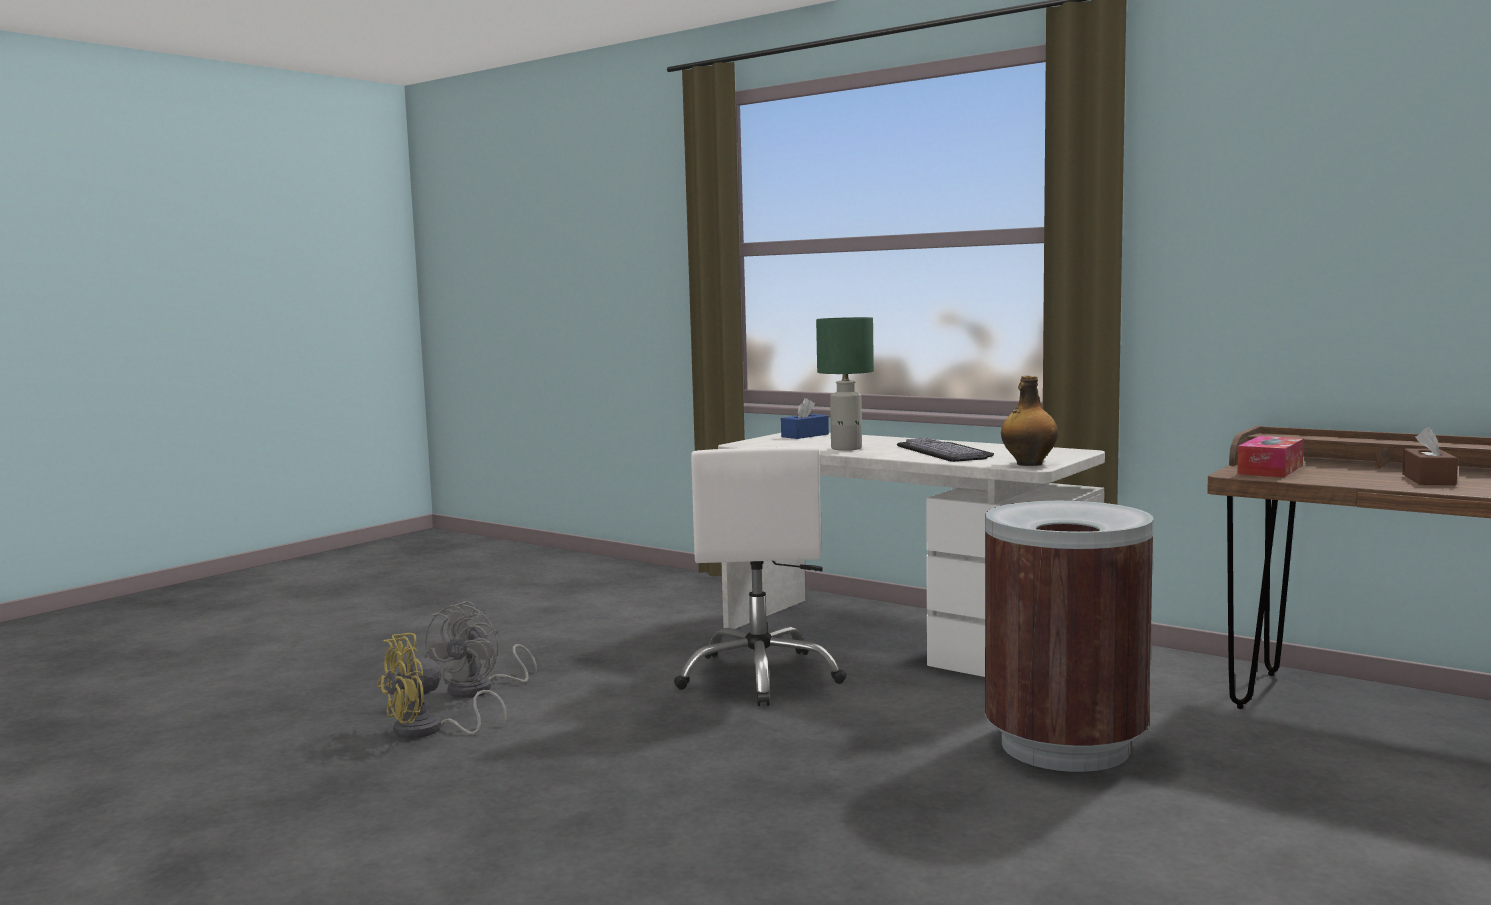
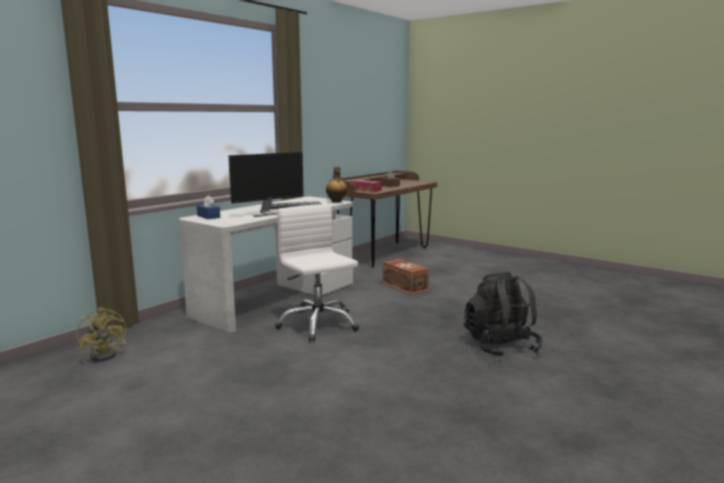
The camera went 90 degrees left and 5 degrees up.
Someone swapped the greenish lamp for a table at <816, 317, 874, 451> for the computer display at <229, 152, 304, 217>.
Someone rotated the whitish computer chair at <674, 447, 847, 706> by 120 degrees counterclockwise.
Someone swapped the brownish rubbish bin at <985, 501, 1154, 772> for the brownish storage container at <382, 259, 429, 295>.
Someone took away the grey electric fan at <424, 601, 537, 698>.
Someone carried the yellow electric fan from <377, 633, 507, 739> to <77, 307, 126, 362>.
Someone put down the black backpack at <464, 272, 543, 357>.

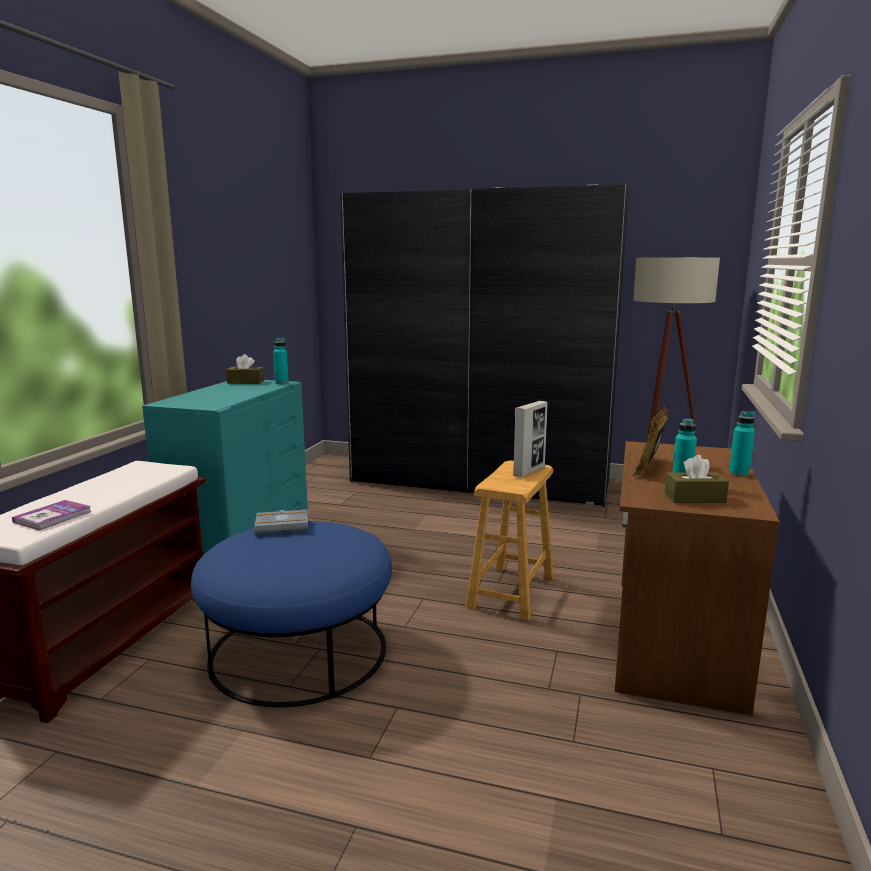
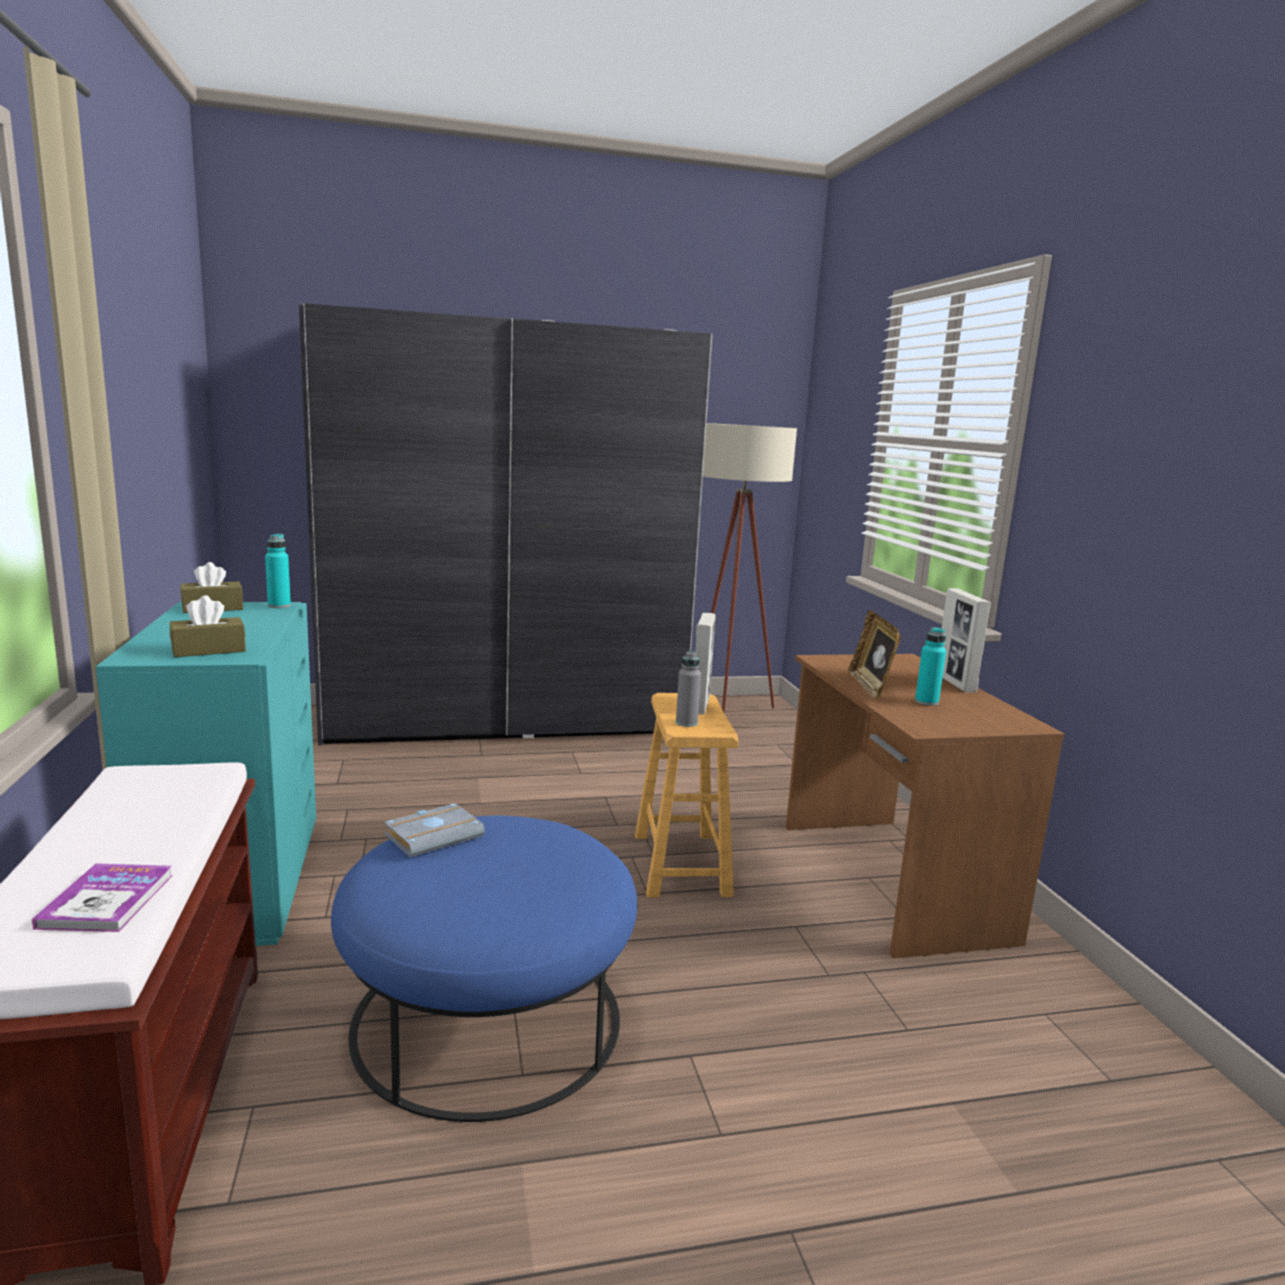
The camera went 30 degrees left and 0 degrees up.
Someone swapped the turquoise-coloured beverage bottle at <729, 411, 755, 477> for the picture frame at <942, 588, 991, 693>.
Someone carried the brownish box of tissues from <665, 455, 729, 503> to <170, 595, 246, 657>.
Someone put down the grey beverage bottle at <676, 651, 701, 727>.

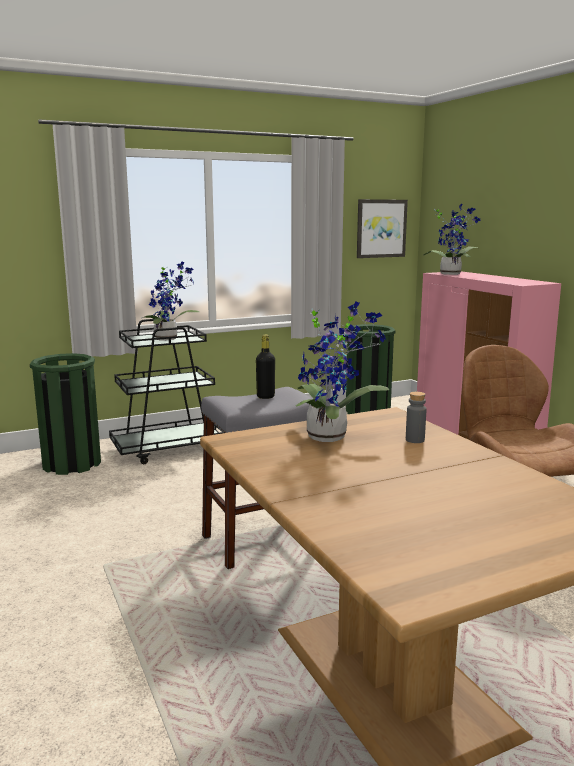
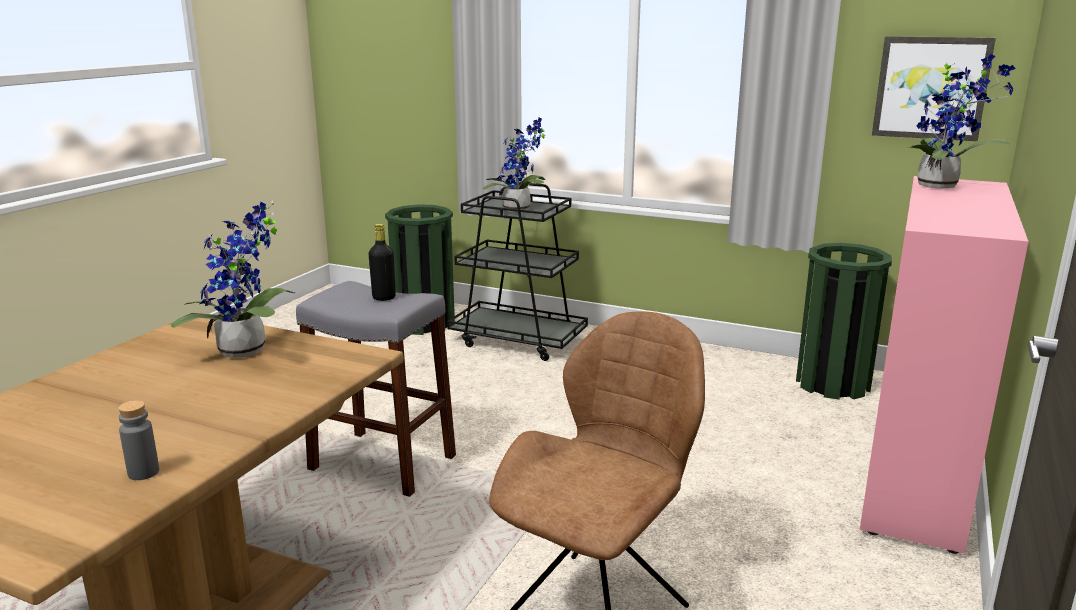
The camera went 50 degrees right and 5 degrees up.
Someone carried the grey beverage bottle from <406, 392, 426, 443> to <118, 400, 159, 480>.

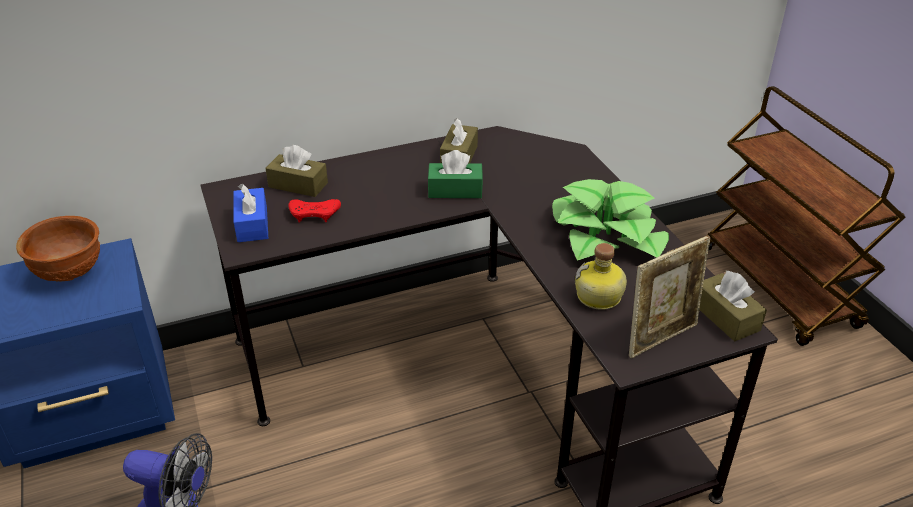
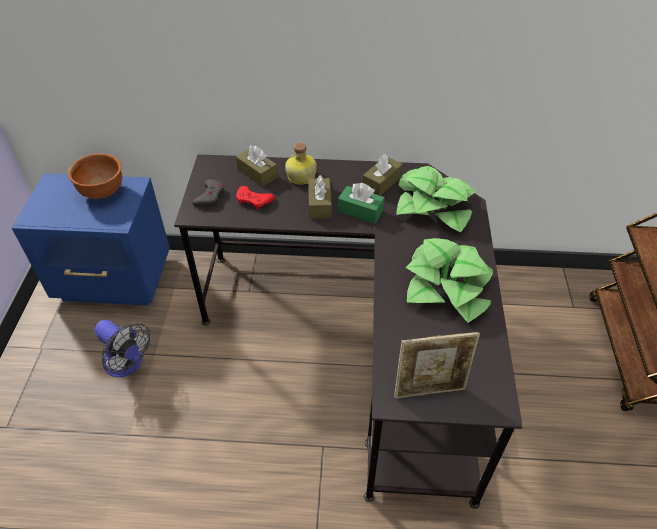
The camera went 25 degrees right and 10 degrees up.
Someone swapped the blue-coloured box of tissues at <234, 184, 268, 242> for the grey gamepad at <192, 179, 224, 207>.
Someone carried the beverage bottle from <575, 243, 627, 310> to <285, 143, 317, 185>.
Someone carried the brownish box of tissues from <699, 271, 767, 341> to <308, 175, 332, 219>.
Someone put down the houseplant at <396, 166, 476, 233>.

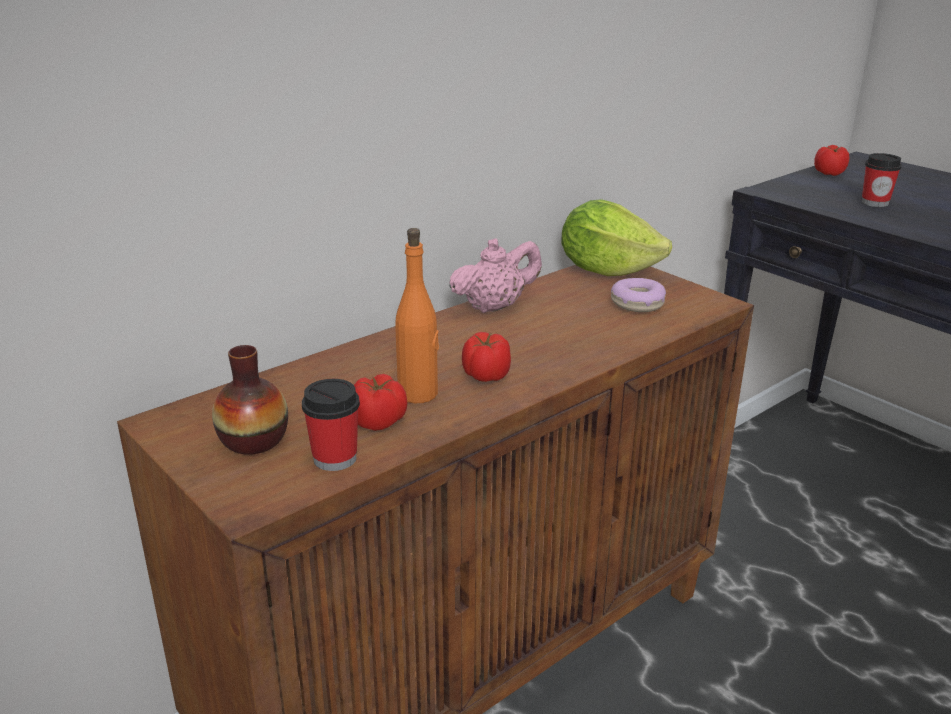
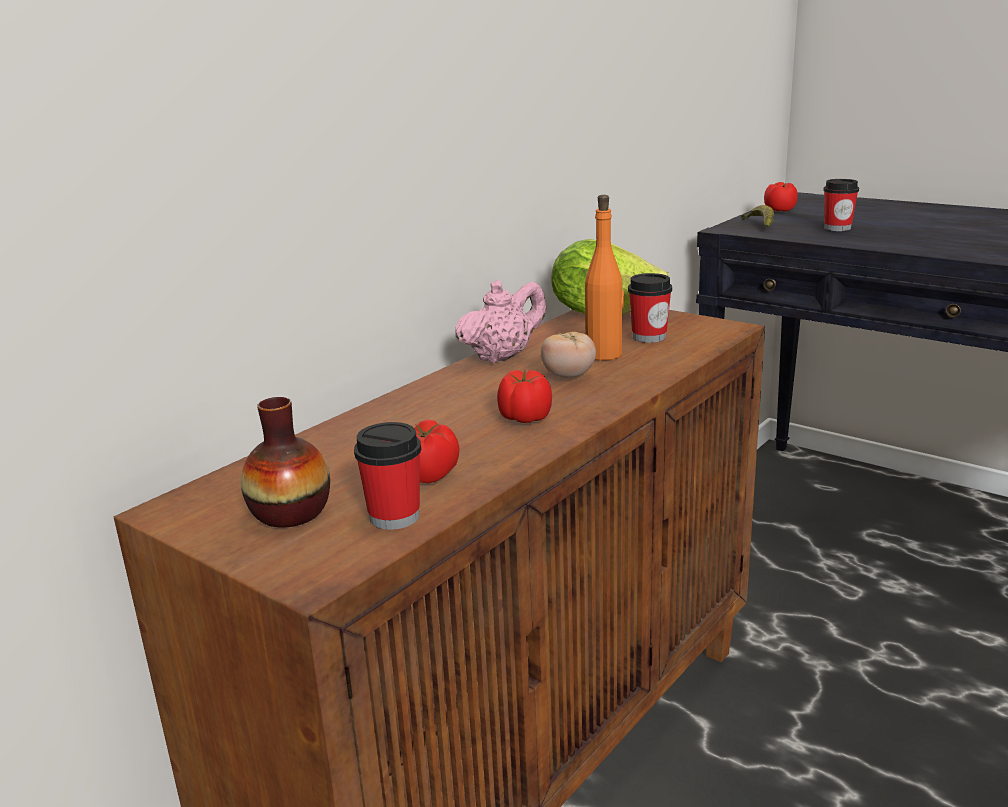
The camera went 10 degrees left and 5 degrees down.
Someone carried the orange-coloured beverage bottle from <395, 228, 439, 403> to <585, 195, 624, 361>.
Someone swapped the ring doughnut at <611, 278, 666, 312> for the drinking cup at <628, 273, 672, 343>.
Someone put down the banana fruit at <741, 205, 774, 228>.
Someone put down the tomato at <541, 332, 596, 378>.

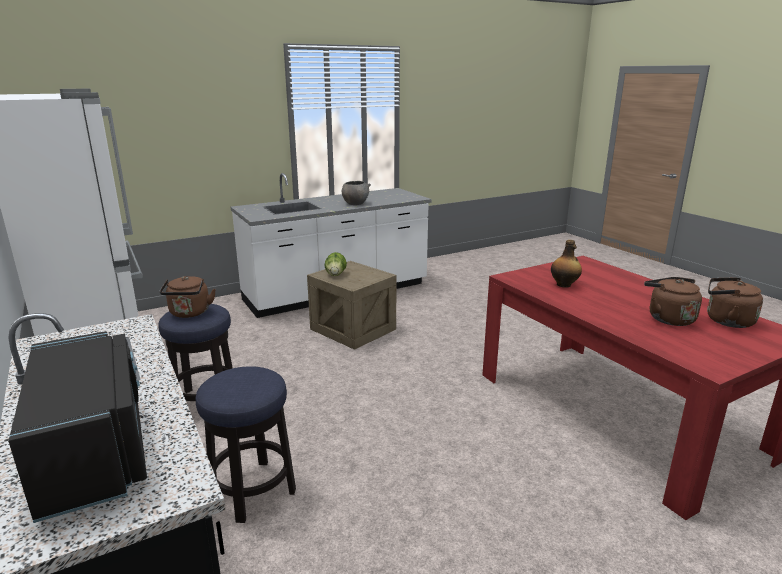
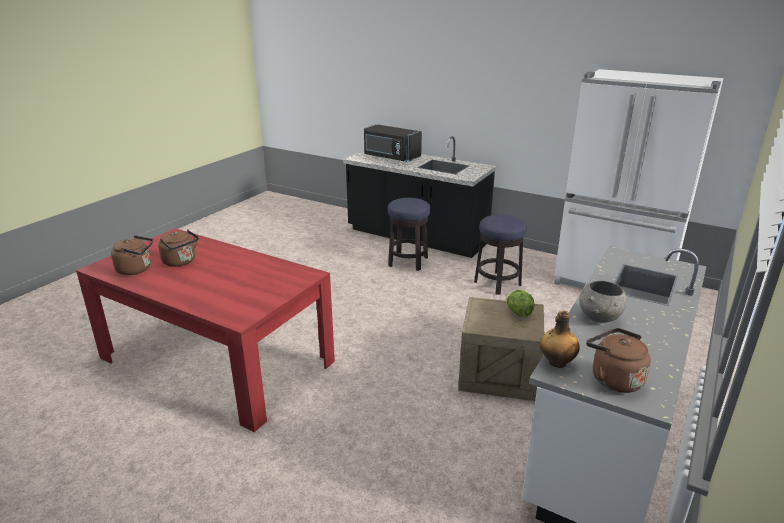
The camera went 150 degrees right and 5 degrees up.
Someone carried the beverage bottle from <551, 240, 582, 288> to <540, 311, 580, 368>.
Someone carried the brownish tea kettle from <160, 276, 216, 318> to <586, 328, 651, 393>.

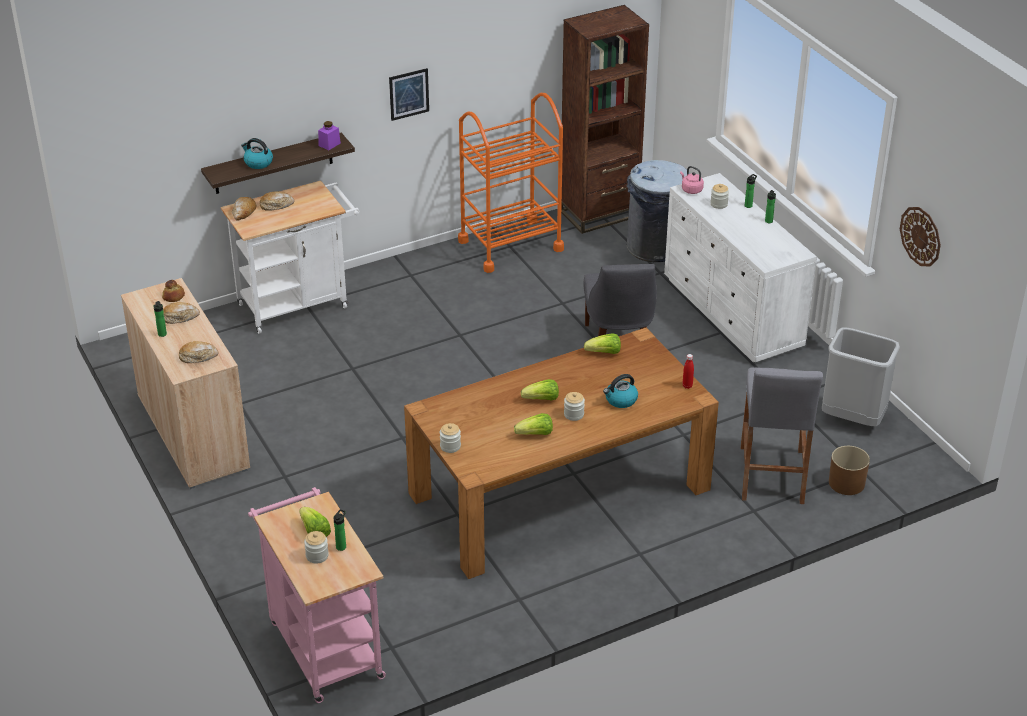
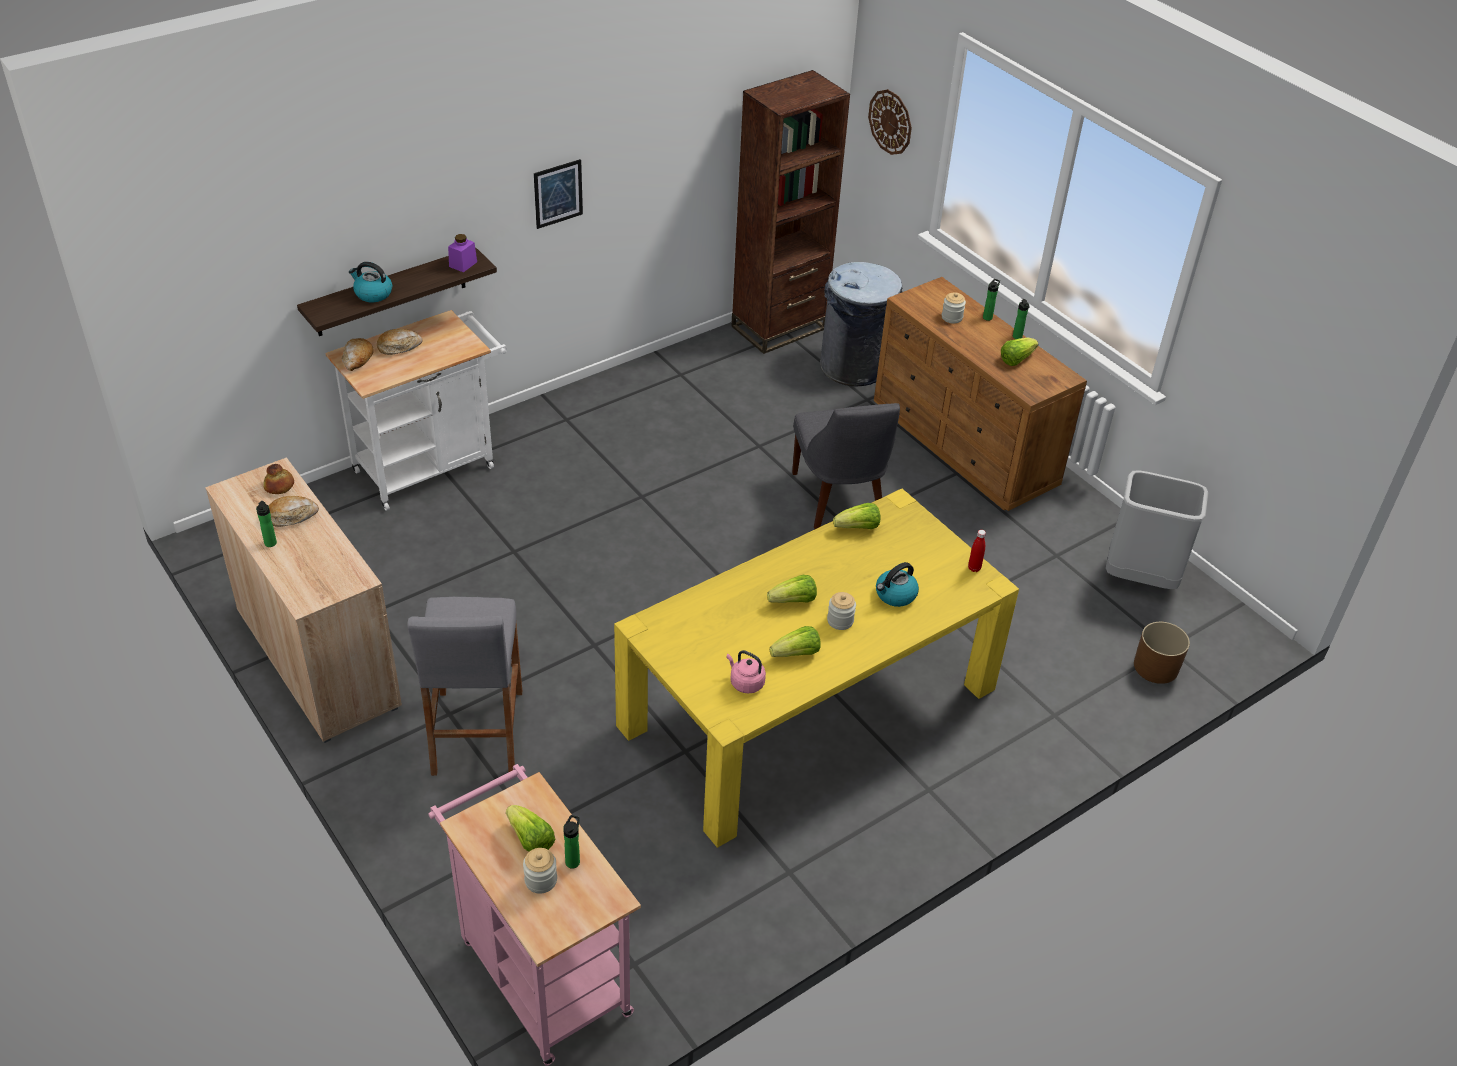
The camera went 10 degrees left and 5 degrees up.
Someone took away the orange-coloured trolley at <458, 93, 564, 273>.
Someone carried the pinkish tea kettle from <680, 166, 704, 194> to <726, 650, 766, 694>.
Someone repainted the whitish dresser at <664, 173, 817, 362>, which became the brownish dresser at <874, 277, 1087, 511>.
Someone carried the clock on the wall from <900, 207, 941, 267> to <868, 89, 912, 155>.
Someone repainted the brownish dining table at <404, 328, 719, 579>, which became the yellow dining table at <614, 489, 1019, 848>.
Someone took away the bread at <179, 341, 219, 363>.
Someone carried the grey stool seat from <741, 368, 823, 504> to <407, 597, 522, 776>.
Someone took away the jar at <440, 423, 461, 453>.
Someone put down the lettuce head at <1001, 338, 1038, 366>.

